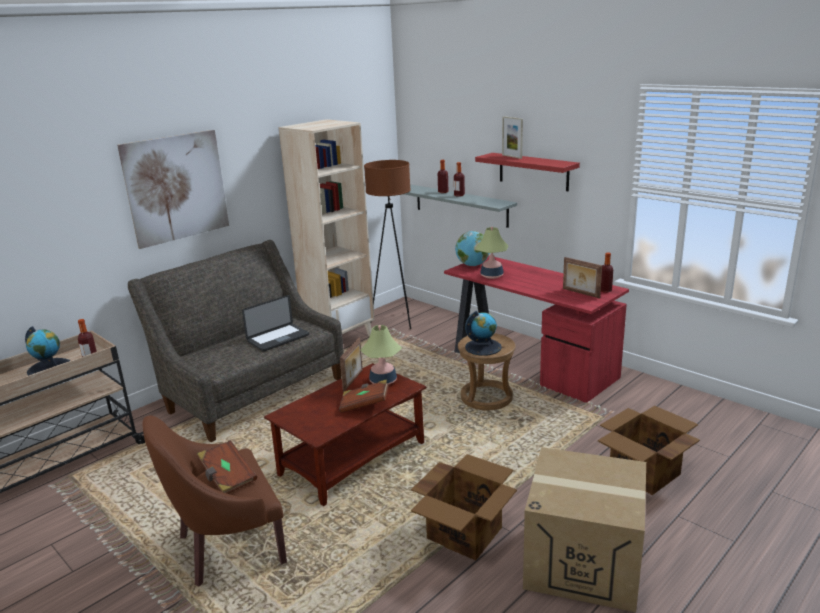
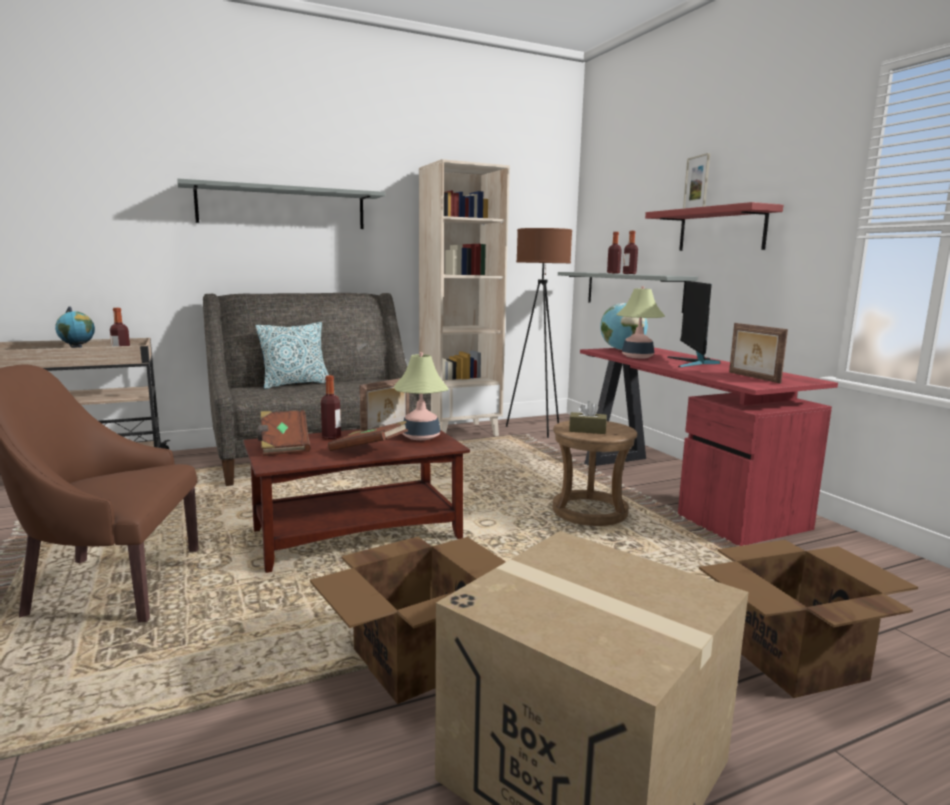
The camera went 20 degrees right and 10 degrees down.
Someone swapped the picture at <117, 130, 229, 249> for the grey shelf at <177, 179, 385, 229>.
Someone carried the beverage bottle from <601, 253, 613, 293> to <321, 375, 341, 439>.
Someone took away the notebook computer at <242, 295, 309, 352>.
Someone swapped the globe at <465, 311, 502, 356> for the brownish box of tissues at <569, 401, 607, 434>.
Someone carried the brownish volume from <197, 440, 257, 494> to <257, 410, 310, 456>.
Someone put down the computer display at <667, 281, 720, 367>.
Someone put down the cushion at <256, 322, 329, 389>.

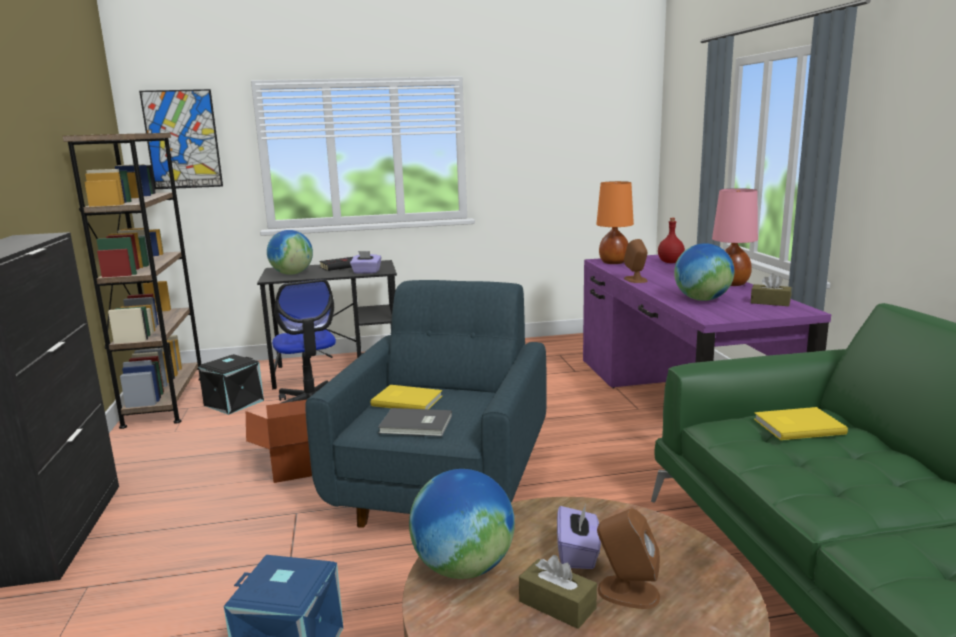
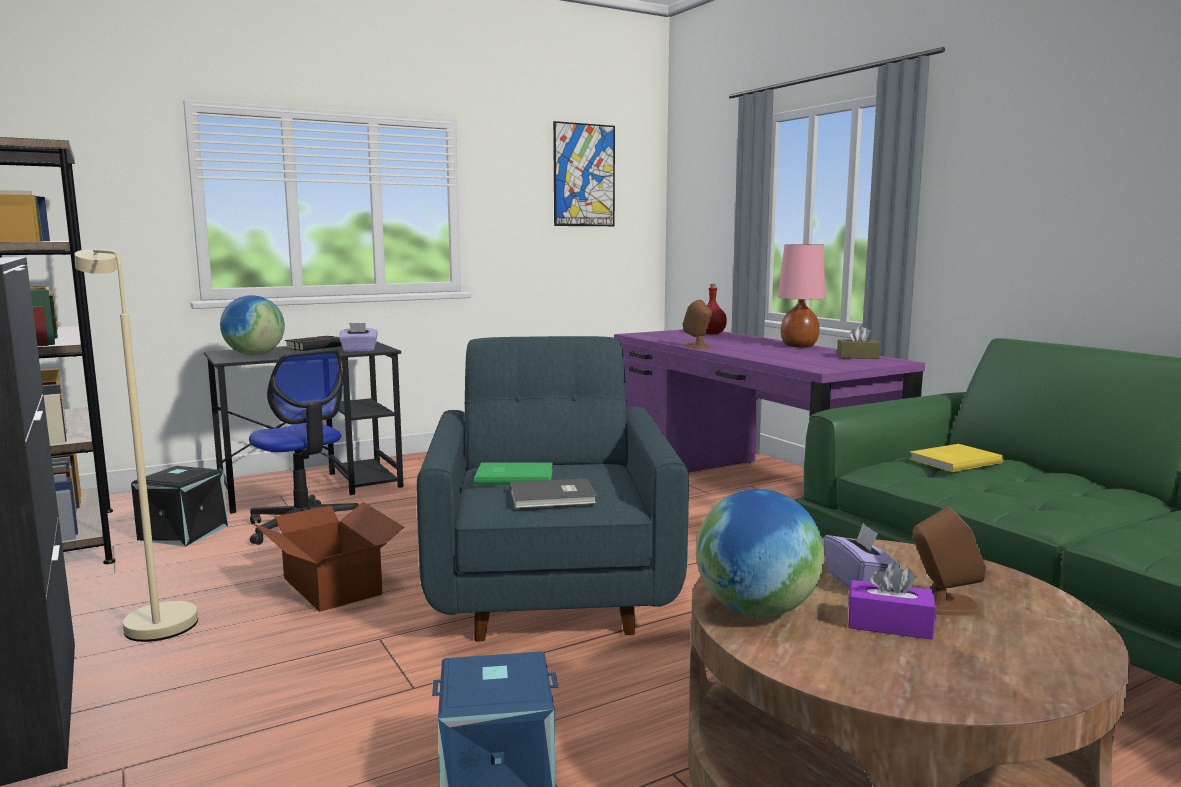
The camera went 20 degrees left and 5 degrees down.
Someone carried the picture from <139, 89, 223, 189> to <553, 121, 615, 226>.
Someone took away the orange-coloured lamp for a table at <596, 181, 634, 264>.
Someone took away the globe at <674, 243, 734, 301>.
Someone repainted the yellow volume at <371, 385, 443, 409>, which became the greenish volume at <474, 463, 553, 486>.
Someone repainted the brownish box of tissues at <519, 555, 597, 629>, which became the purple-coloured box of tissues at <848, 562, 936, 640>.
Someone put down the sand-coloured standing lamp at <75, 249, 198, 642>.

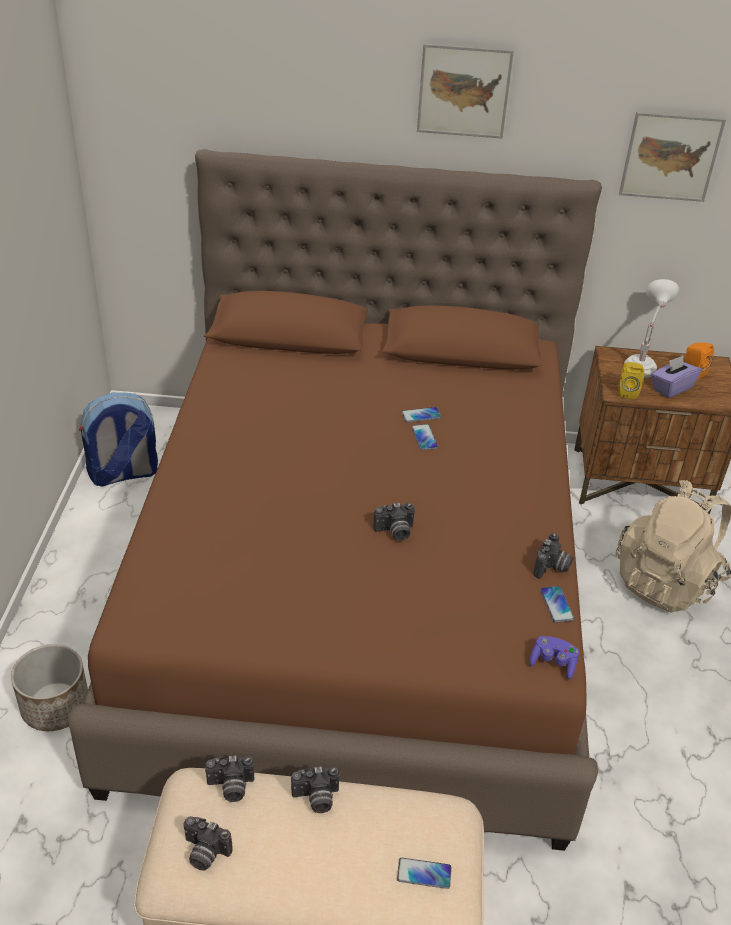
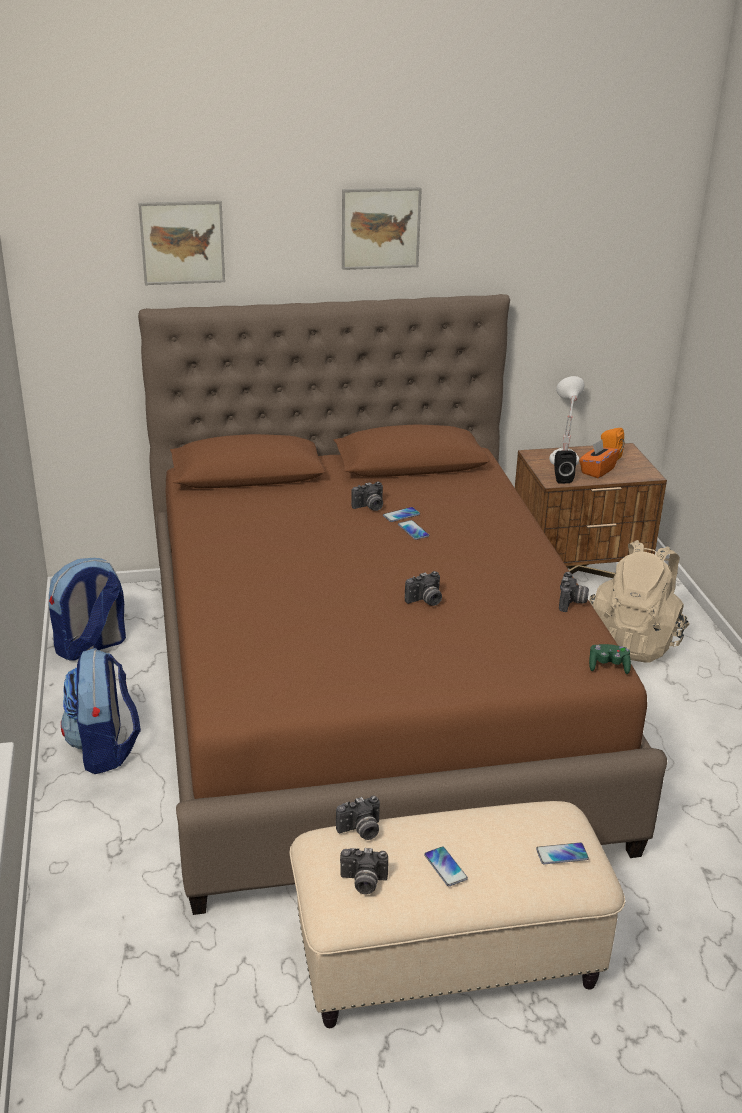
The camera went 15 degrees left and 10 degrees down.
Someone carried the picture from <619, 111, 726, 202> to <138, 201, 225, 285>.
Someone repainted the purple-coloured box of tissues at <651, 356, 702, 398>, which became the orange-coloured box of tissues at <579, 440, 620, 478>.
Someone repainted the yellow speaker at <618, 362, 644, 399>, which became the black speaker at <554, 450, 576, 483>.
Someone carried the telephone from <540, 586, 574, 623> to <424, 846, 468, 886>.
Someone repainted the purple-coloured gamepad at <529, 636, 579, 679>, which became the greenish gamepad at <589, 644, 631, 674>.
Someone took away the plant pot at <11, 644, 88, 731>.
Someone carried the photo camera from <291, 766, 339, 813> to <351, 481, 383, 511>.
Someone put down the backpack at <61, 648, 141, 774>.

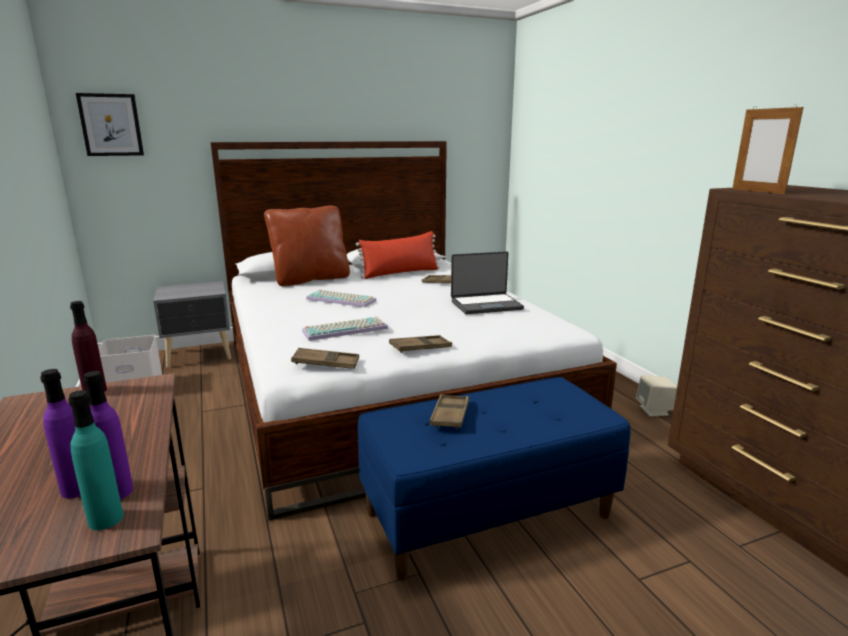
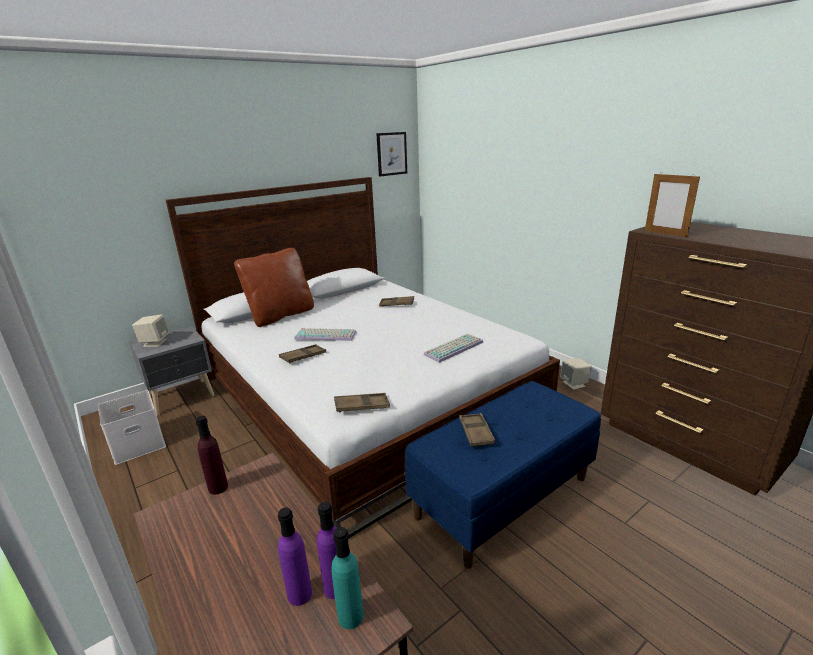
The camera went 15 degrees left and 5 degrees up.
Someone carried the picture from <76, 93, 144, 156> to <376, 132, 407, 176>.
Someone took away the red cushion at <356, 231, 440, 279>.
Someone took away the notebook computer at <451, 251, 524, 314>.
Someone carried the keyboard from <302, 317, 388, 341> to <424, 334, 483, 363>.
Someone carried the brownish serving tray from <389, 335, 452, 353> to <279, 344, 326, 364>.
Someone put down the sand-coloured speaker at <132, 314, 169, 347>.

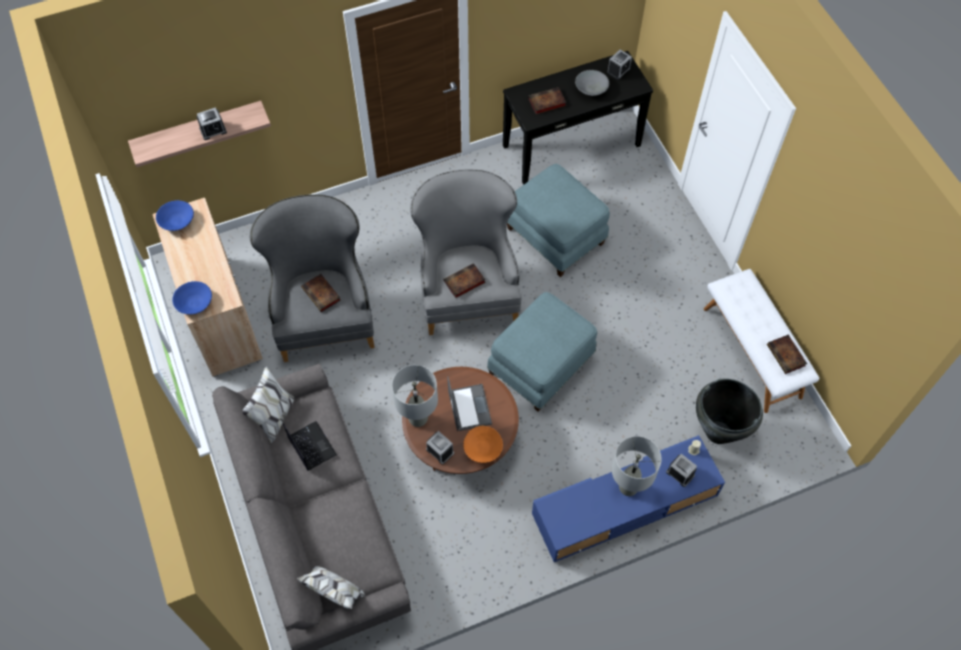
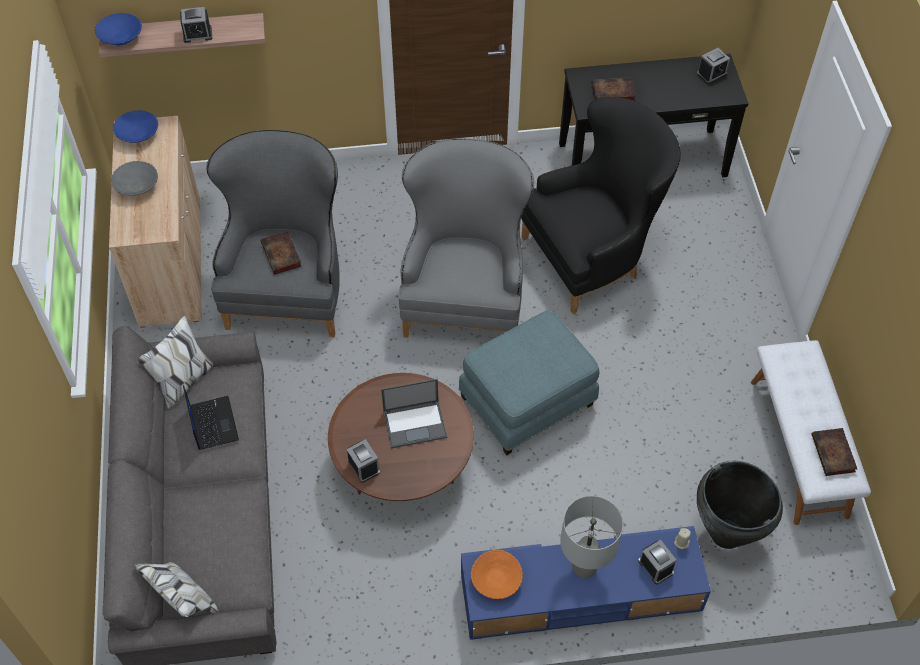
The camera went 15 degrees right and 5 degrees down.
Someone carried the grey deep dish from <575, 70, 609, 96> to <111, 161, 158, 196>.
Someone swapped the blue-coloured pouffe at <507, 164, 610, 277> for the black armchair at <521, 97, 681, 314>.
Someone took away the volume at <444, 263, 486, 298>.
Someone carried the blue-coloured deep dish from <172, 281, 212, 315> to <95, 13, 142, 45>.
Someone took away the grey lamp for a table at <392, 365, 438, 427>.
Someone rotated the notebook computer at <447, 377, 492, 431> by 75 degrees clockwise.
Someone carried the orange-coloured deep dish from <463, 425, 503, 463> to <471, 550, 523, 599>.

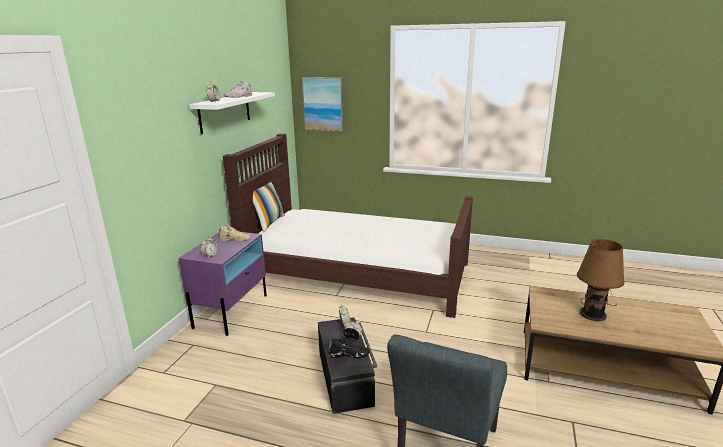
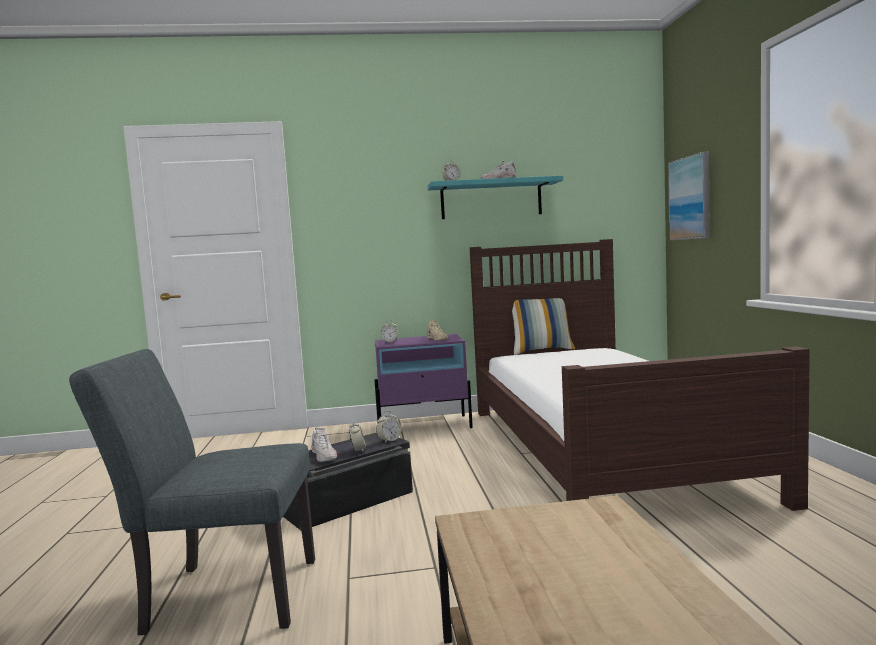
The camera went 65 degrees right and 15 degrees down.
Someone repainted the whitish shelf at <189, 92, 275, 134>, which became the turquoise-coloured shelf at <427, 175, 563, 219>.
Someone took away the brownish lamp for a table at <577, 239, 625, 321>.
Someone repainted the black low shoe at <329, 336, 370, 359>, which became the whitish low shoe at <311, 427, 337, 462>.

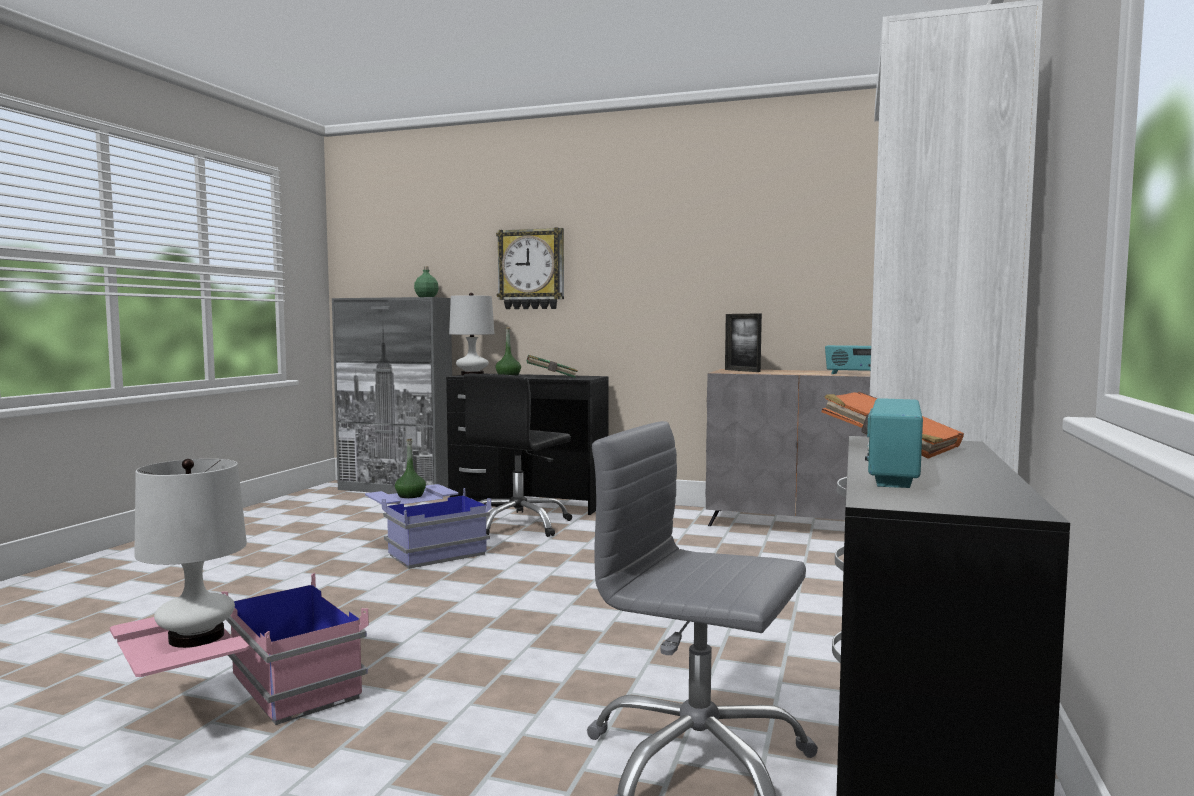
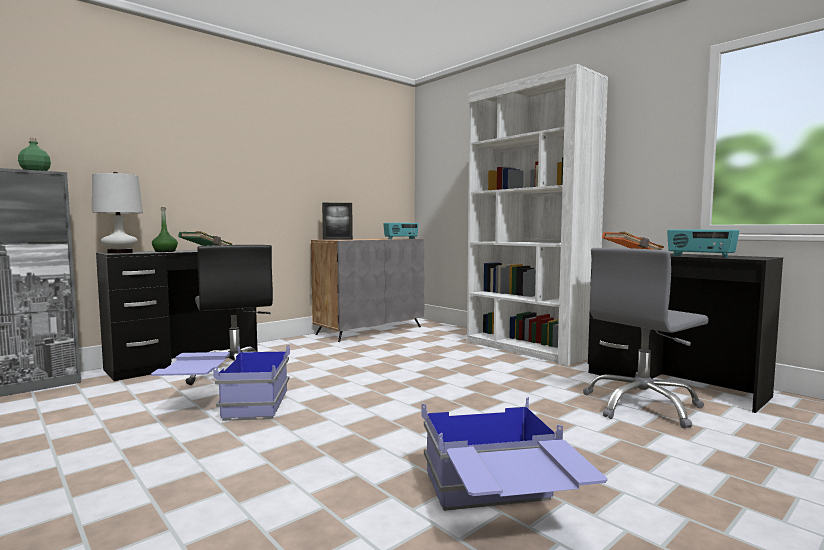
The camera went 60 degrees left and 0 degrees up.
Someone took away the clock on the wall at <496, 227, 564, 309>.
Someone took away the greenish beverage bottle at <395, 439, 426, 498>.
Someone took away the whitish lamp for a table at <134, 459, 247, 648>.
Someone repainted the pinkish storage container at <110, 573, 369, 725>, which became the blue-coloured storage container at <422, 397, 607, 511>.

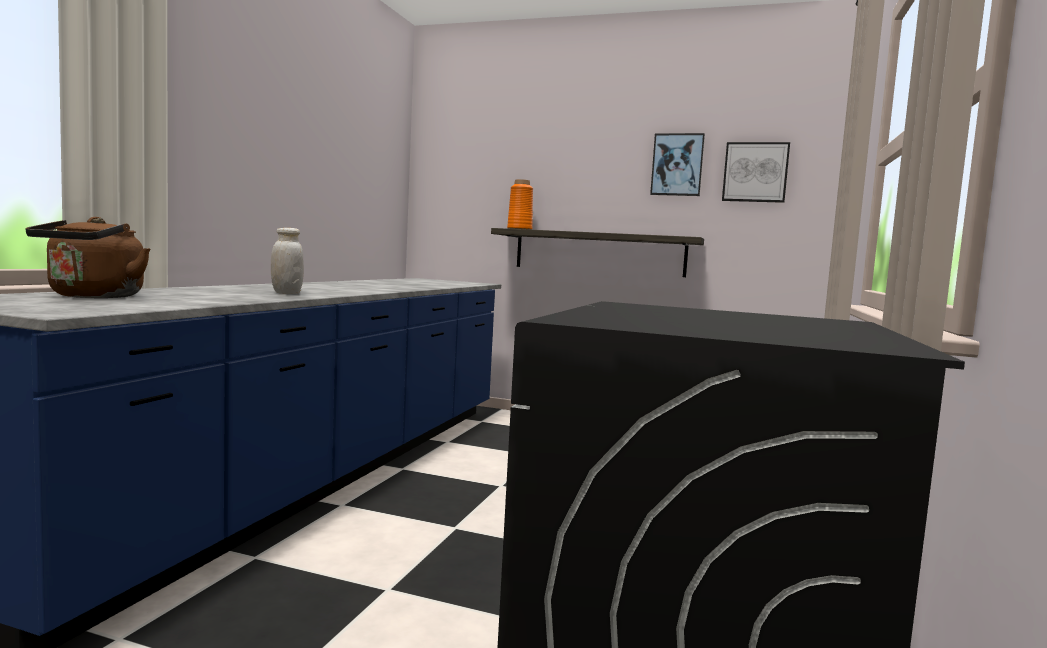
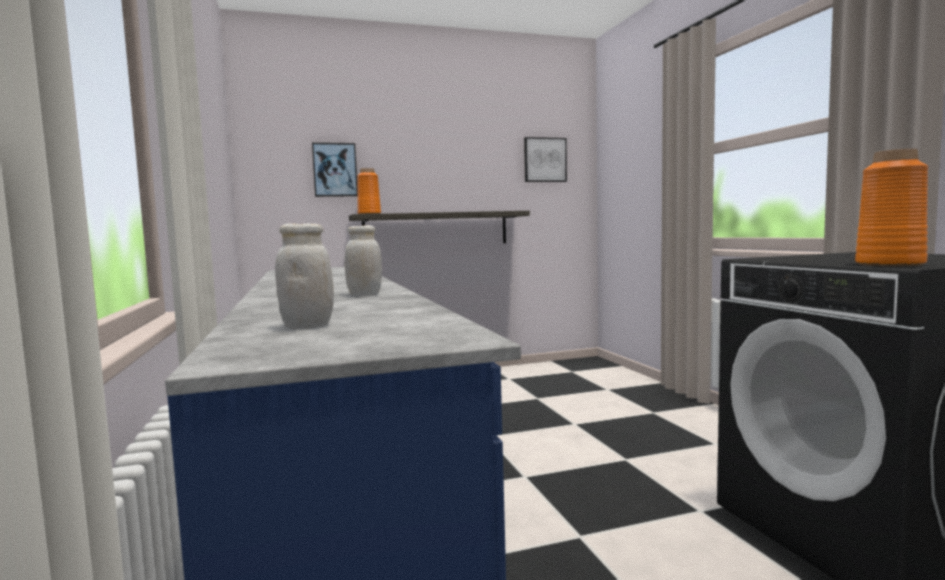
The camera went 35 degrees left and 0 degrees up.
Someone carried the picture from <650, 133, 705, 196> to <312, 143, 358, 197>.
Someone swapped the brownish tea kettle at <25, 217, 150, 298> for the whitish jar at <275, 224, 334, 329>.
Someone put down the orange-coloured flower vase at <855, 149, 928, 266>.

